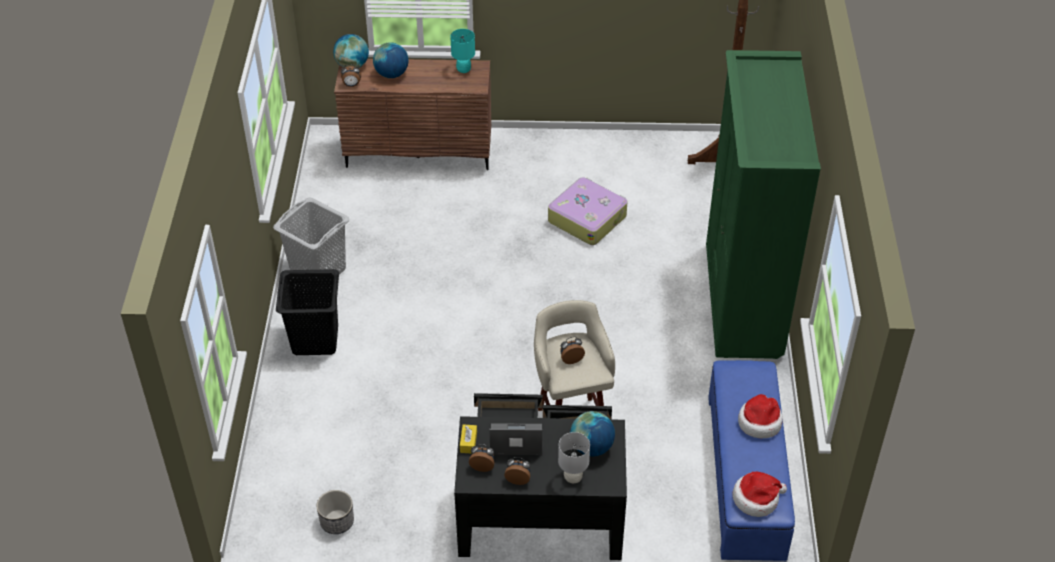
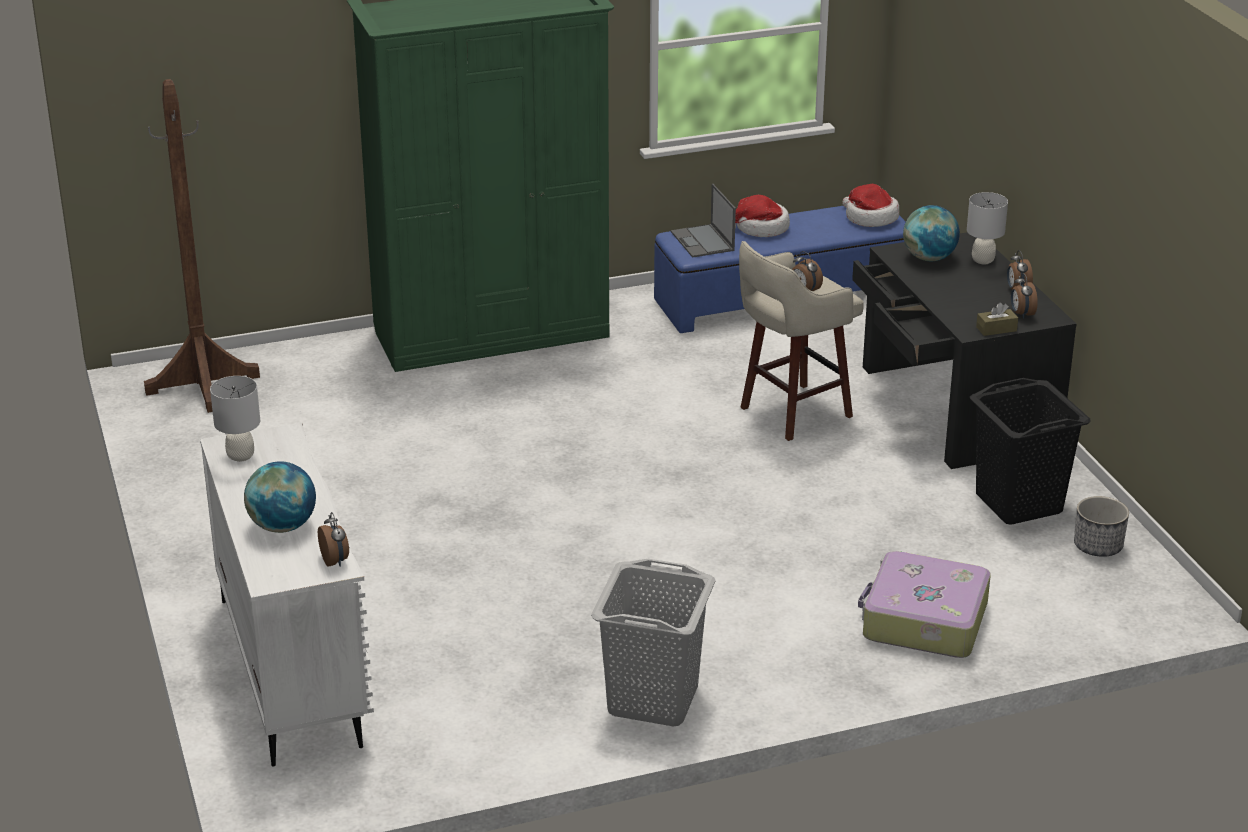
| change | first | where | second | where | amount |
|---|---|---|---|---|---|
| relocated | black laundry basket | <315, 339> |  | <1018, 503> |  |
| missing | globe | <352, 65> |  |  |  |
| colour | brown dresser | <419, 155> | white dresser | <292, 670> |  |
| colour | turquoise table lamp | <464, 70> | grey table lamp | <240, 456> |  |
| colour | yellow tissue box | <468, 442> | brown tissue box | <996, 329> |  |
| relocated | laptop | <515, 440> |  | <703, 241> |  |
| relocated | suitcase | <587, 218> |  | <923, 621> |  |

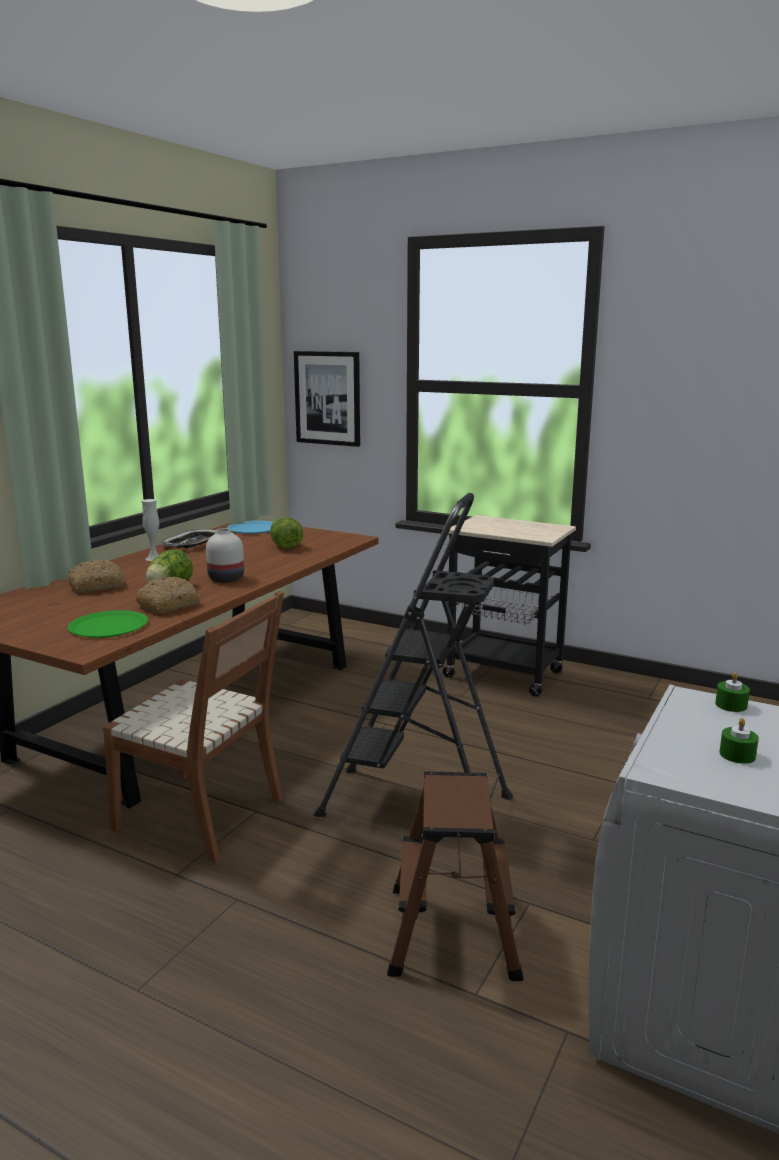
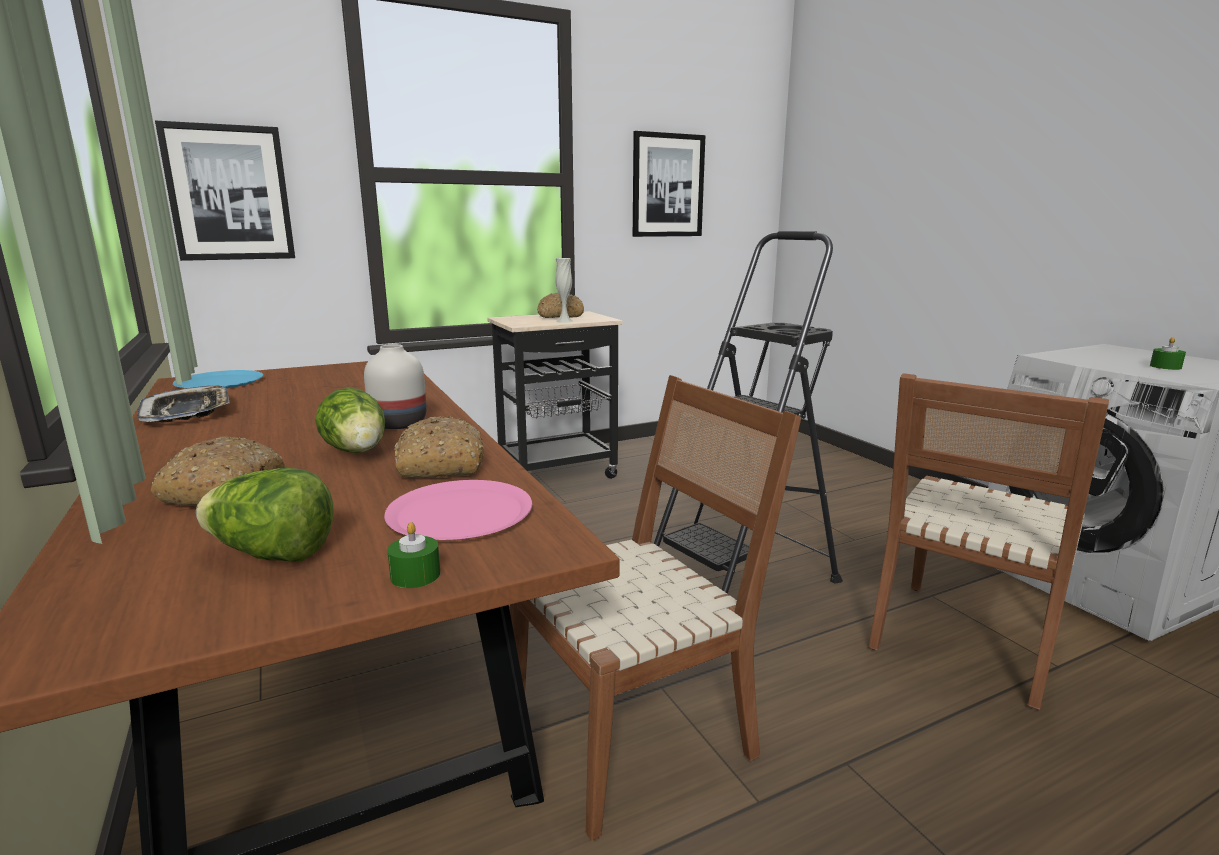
| change | first | where | second | where | amount |
|---|---|---|---|---|---|
| colour | green plate | <108, 626> | pink plate | <460, 512> |  |
| relocated | white vase | <154, 558> |  | <564, 321> |  |
| relocated | lettuce | <284, 546> |  | <272, 554> |  |
| exchanged | brown step ladder | <453, 931> | chair | <961, 644> |  |
| relocated | green candle | <731, 705> |  | <415, 575> |  |
| appeared |  |  | bread | <559, 316> |  |
| appeared |  |  | picture | <667, 185> |  |

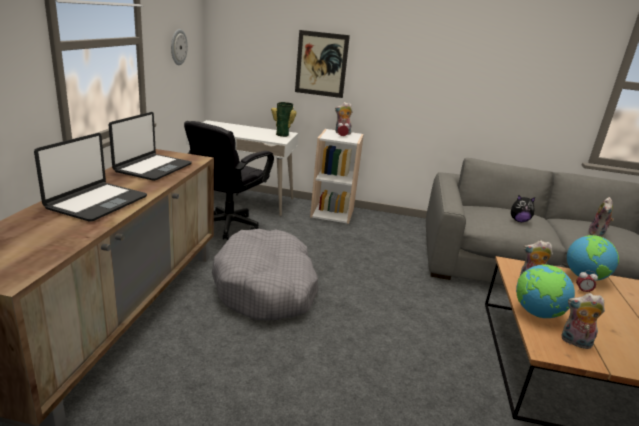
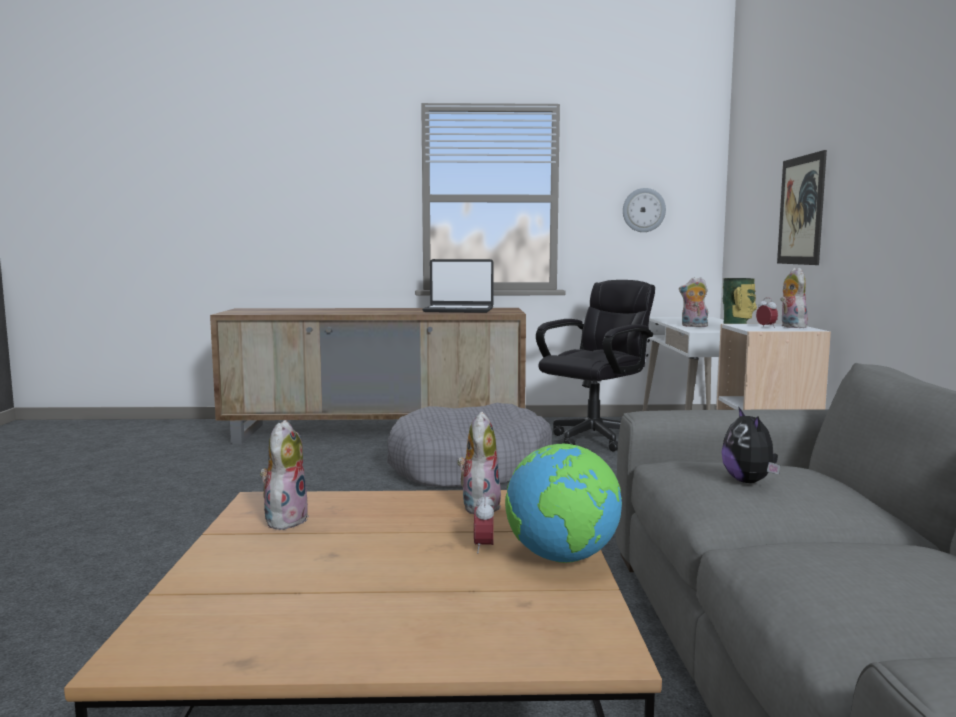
| change | first | where | second | where | amount |
|---|---|---|---|---|---|
| missing | laptop | <96, 202> |  |  |  |
| spun | black office chair | <227, 228> |  | <595, 439> | 120 degrees clockwise |
| missing | globe | <536, 313> |  |  |  |
| relocated | plush toy | <597, 234> |  | <693, 326> |  |

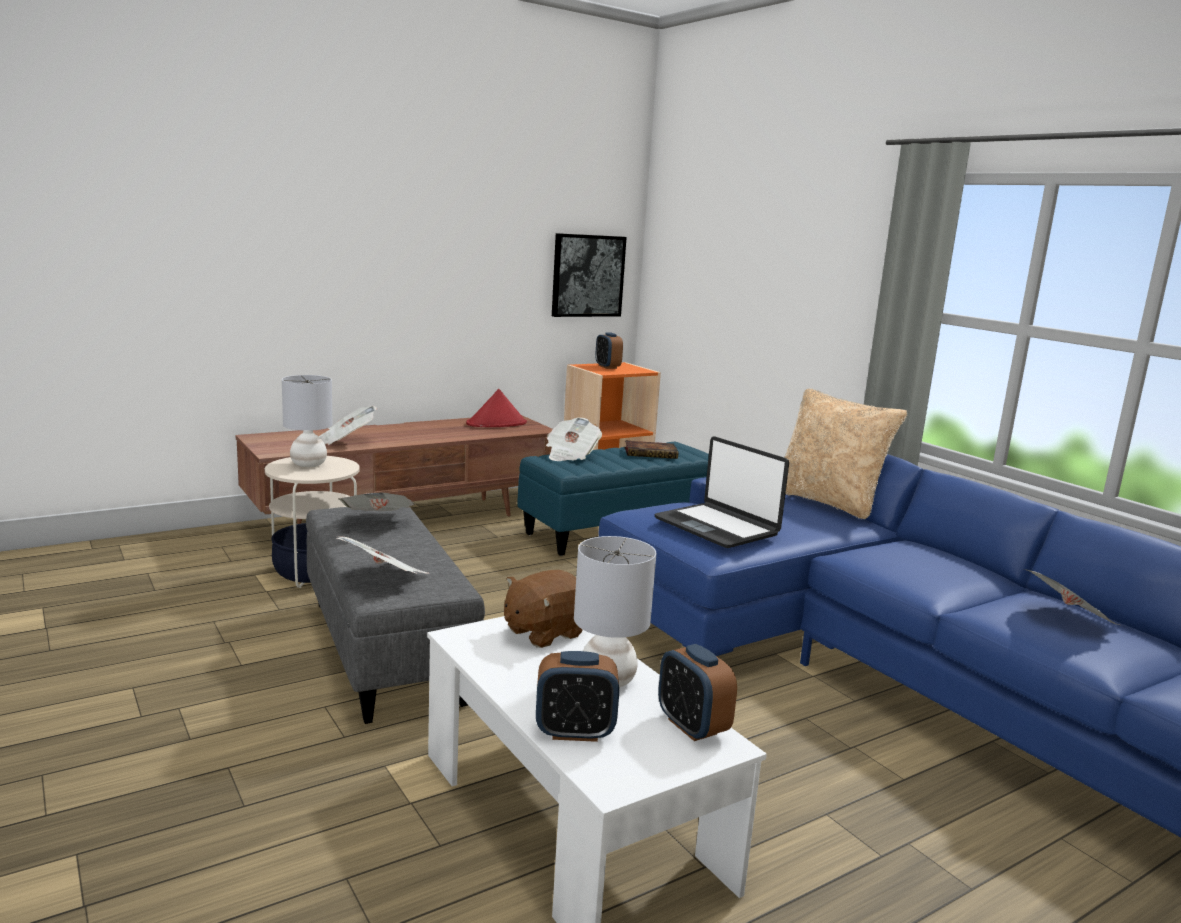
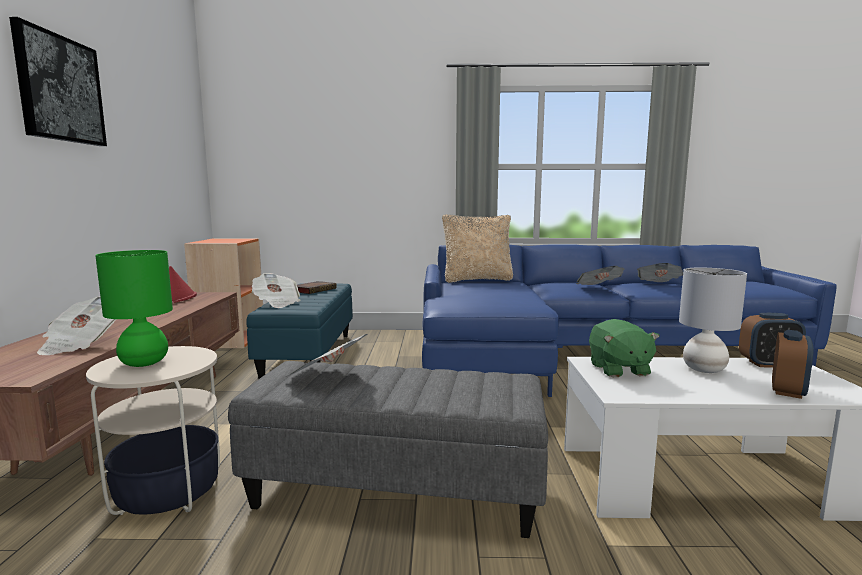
| change | first | where | second | where | amount |
|---|---|---|---|---|---|
| colour | grey table lamp | <308, 465> | green table lamp | <144, 363> |  |
| relocated | newspaper | <383, 578> |  | <598, 288> |  |
| colour | brown plush toy | <544, 632> | green plush toy | <618, 369> |  |
| relocated | picture | <587, 275> |  | <60, 89> |  |
| missing | alarm clock | <607, 367> |  |  |  |
| missing | laptop | <717, 527> |  |  |  |

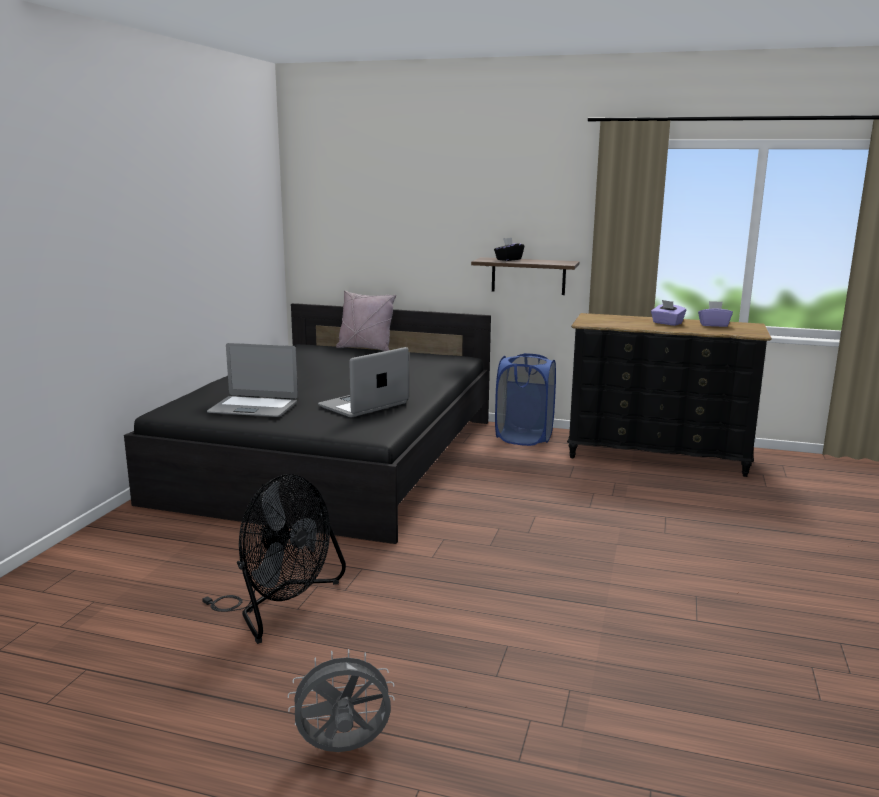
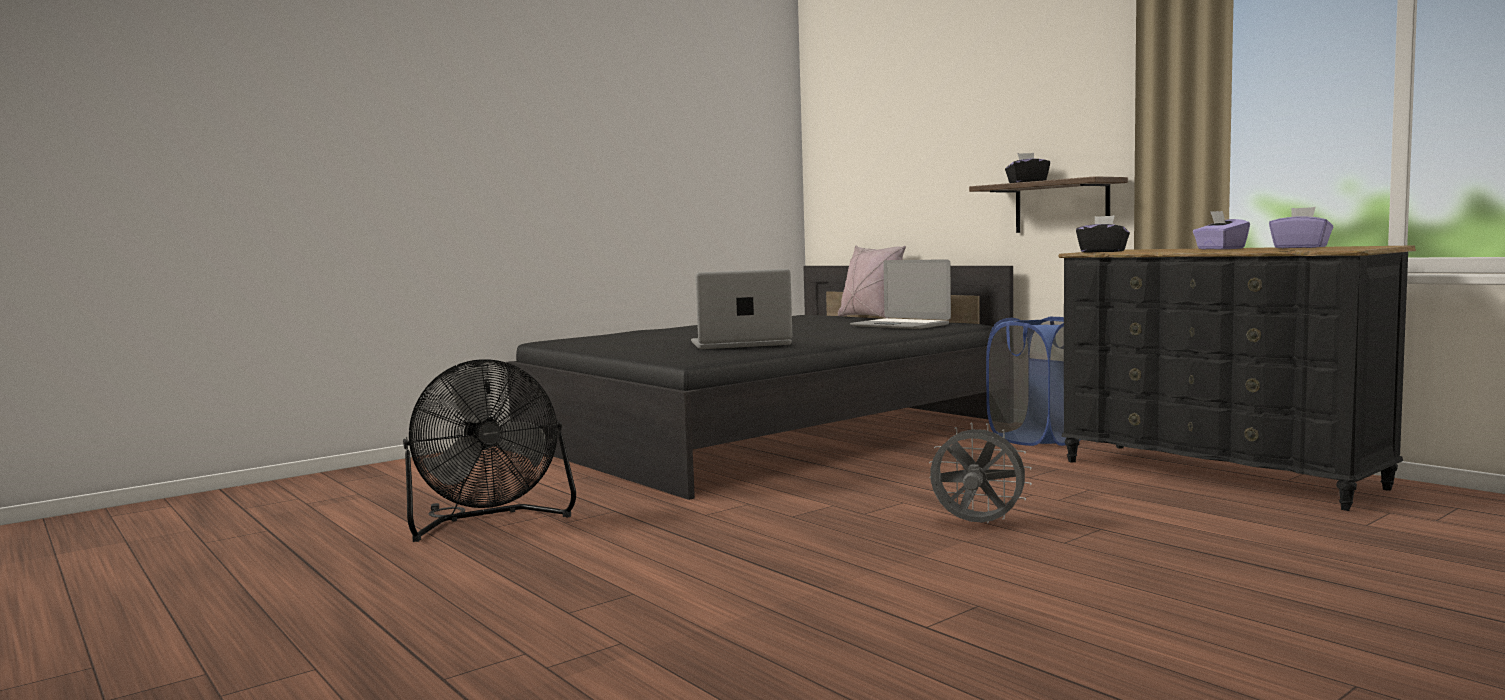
| change | first | where | second | where | amount |
|---|---|---|---|---|---|
| relocated | laptop | <254, 408> |  | <900, 325> |  |
| relocated | grey fan | <343, 750> |  | <977, 525> |  |
| appeared |  |  | black tissue box | <1102, 252> |  |

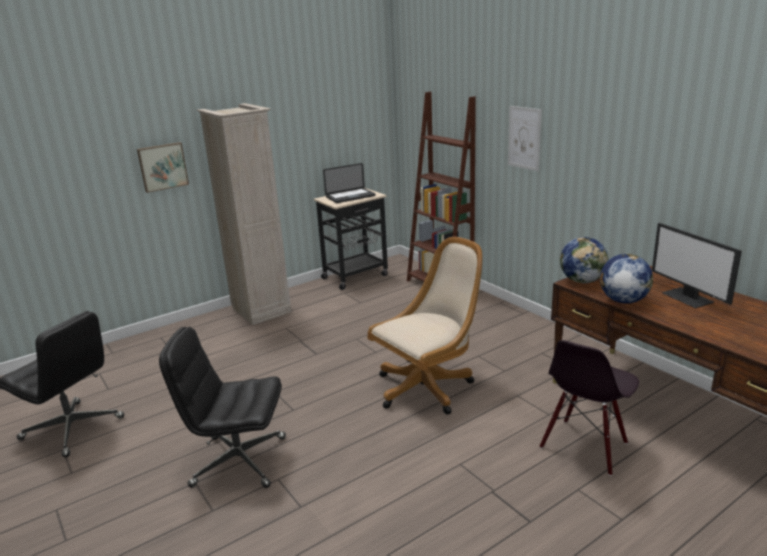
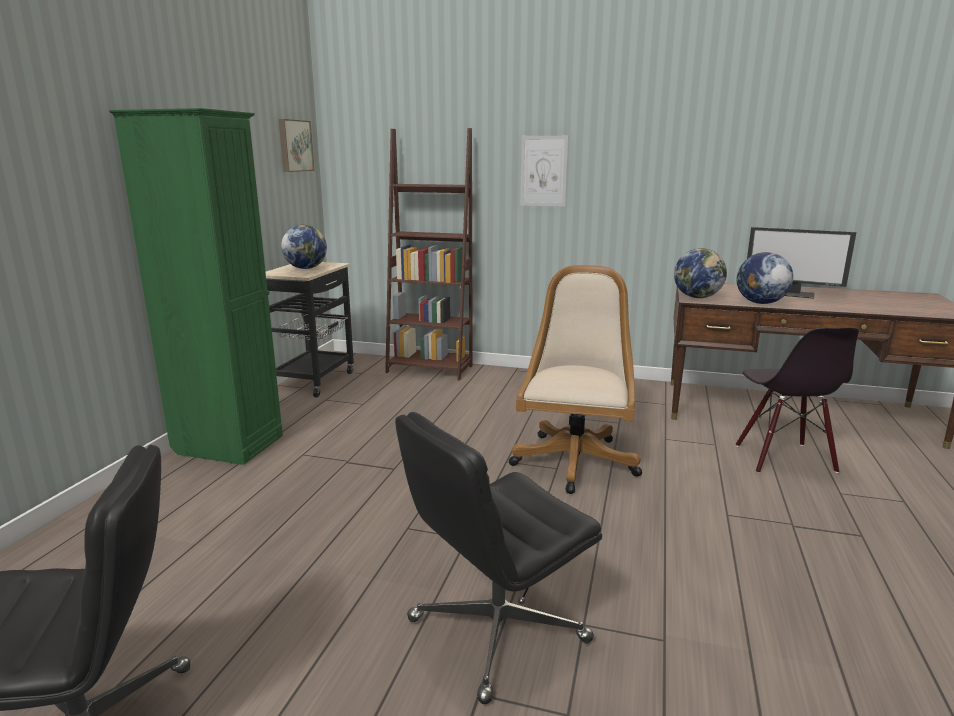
| change | first | where | second | where | amount |
|---|---|---|---|---|---|
| relocated | picture | <162, 166> |  | <294, 146> |  |
| colour | beige cabinet | <262, 310> | green cabinet | <230, 444> |  |
| exchanged | laptop | <350, 196> | globe | <306, 268> |  |

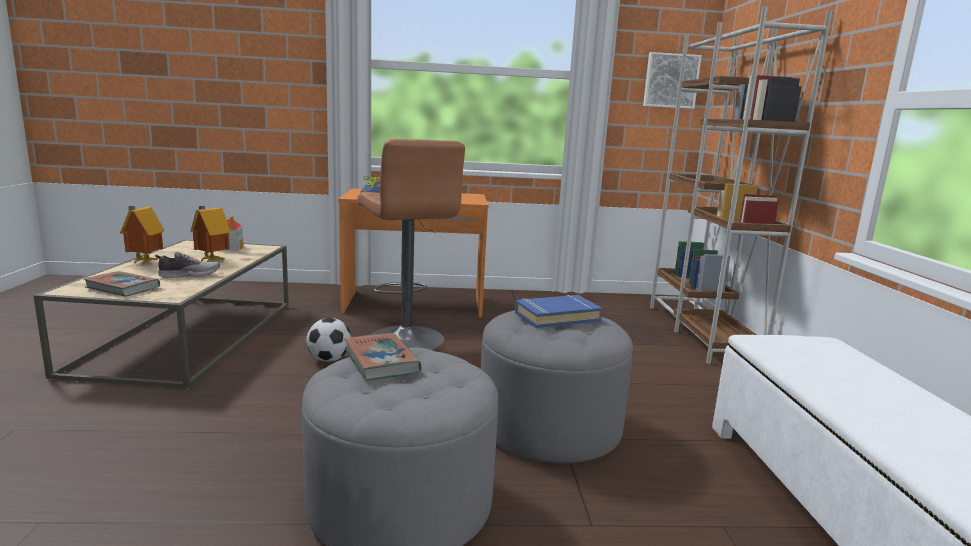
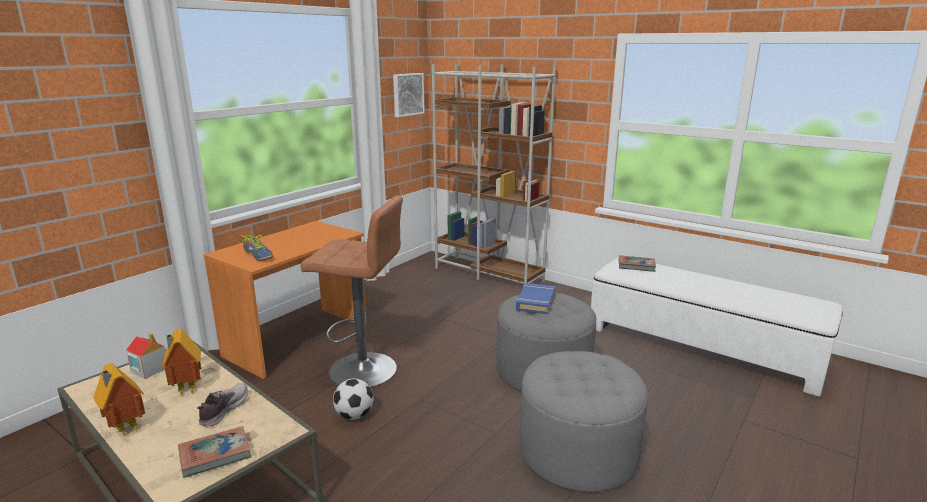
| change | first | where | second | where | amount |
|---|---|---|---|---|---|
| relocated | book | <381, 361> |  | <636, 266> |  |

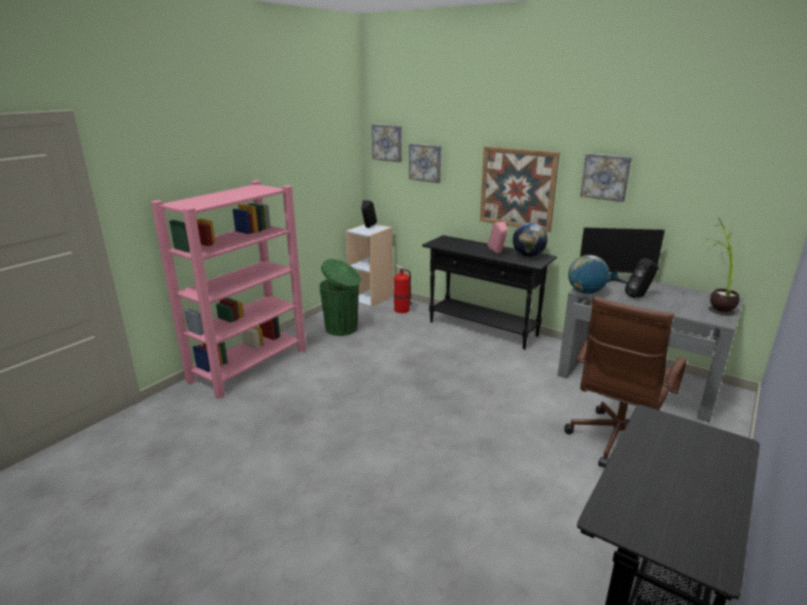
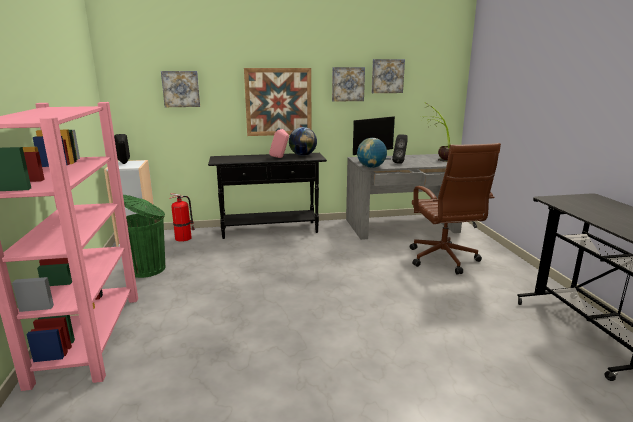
| change | first | where | second | where | amount |
|---|---|---|---|---|---|
| relocated | picture | <387, 142> |  | <387, 76> |  |

